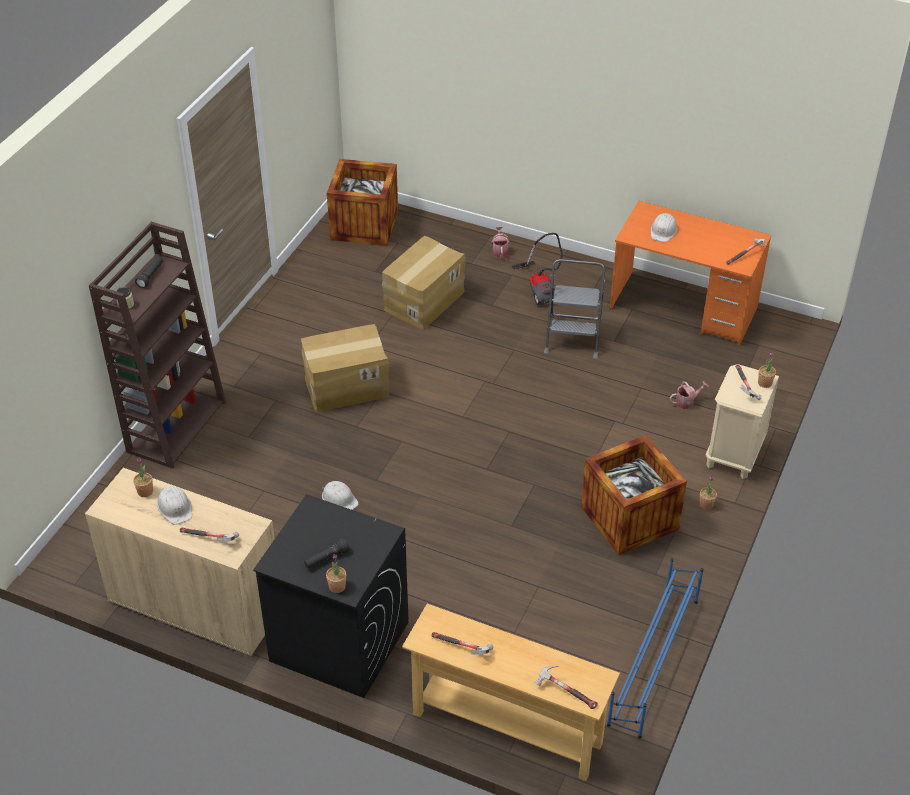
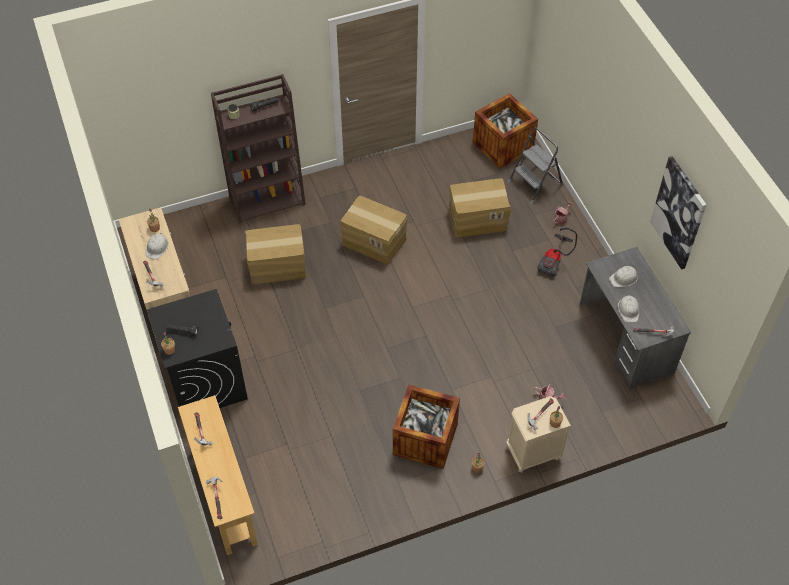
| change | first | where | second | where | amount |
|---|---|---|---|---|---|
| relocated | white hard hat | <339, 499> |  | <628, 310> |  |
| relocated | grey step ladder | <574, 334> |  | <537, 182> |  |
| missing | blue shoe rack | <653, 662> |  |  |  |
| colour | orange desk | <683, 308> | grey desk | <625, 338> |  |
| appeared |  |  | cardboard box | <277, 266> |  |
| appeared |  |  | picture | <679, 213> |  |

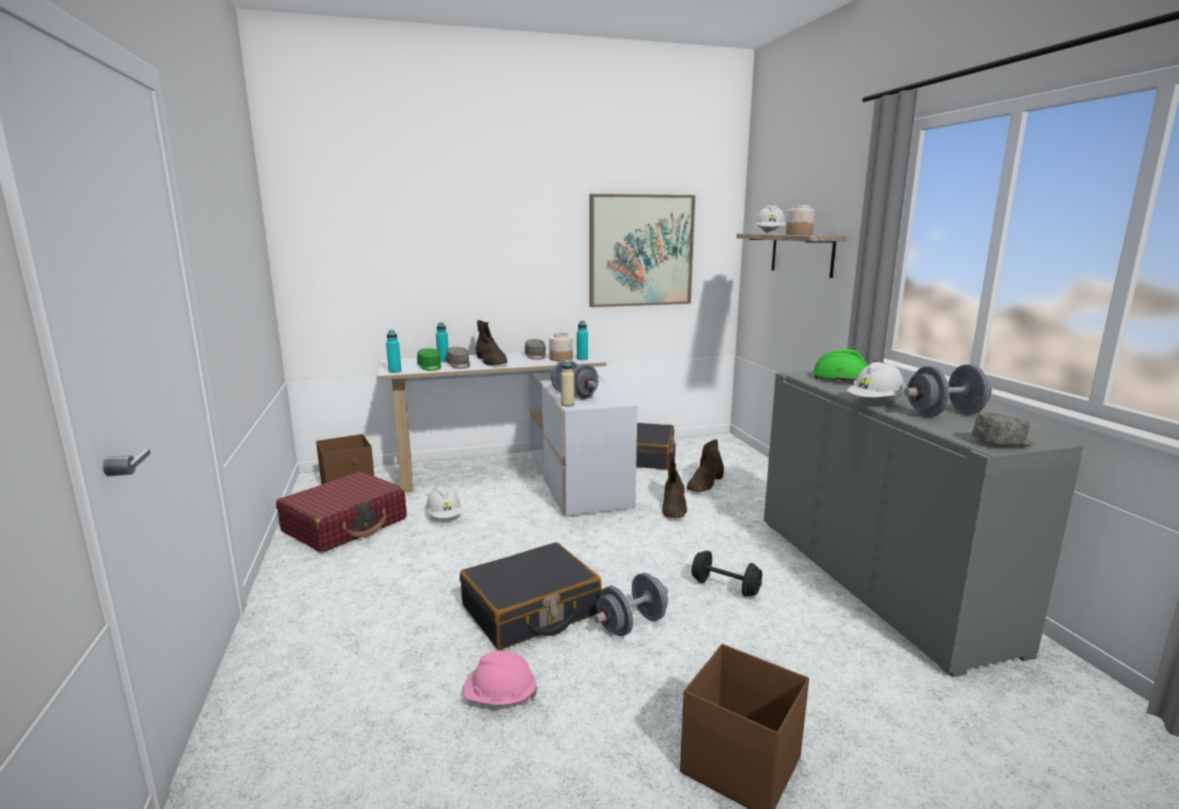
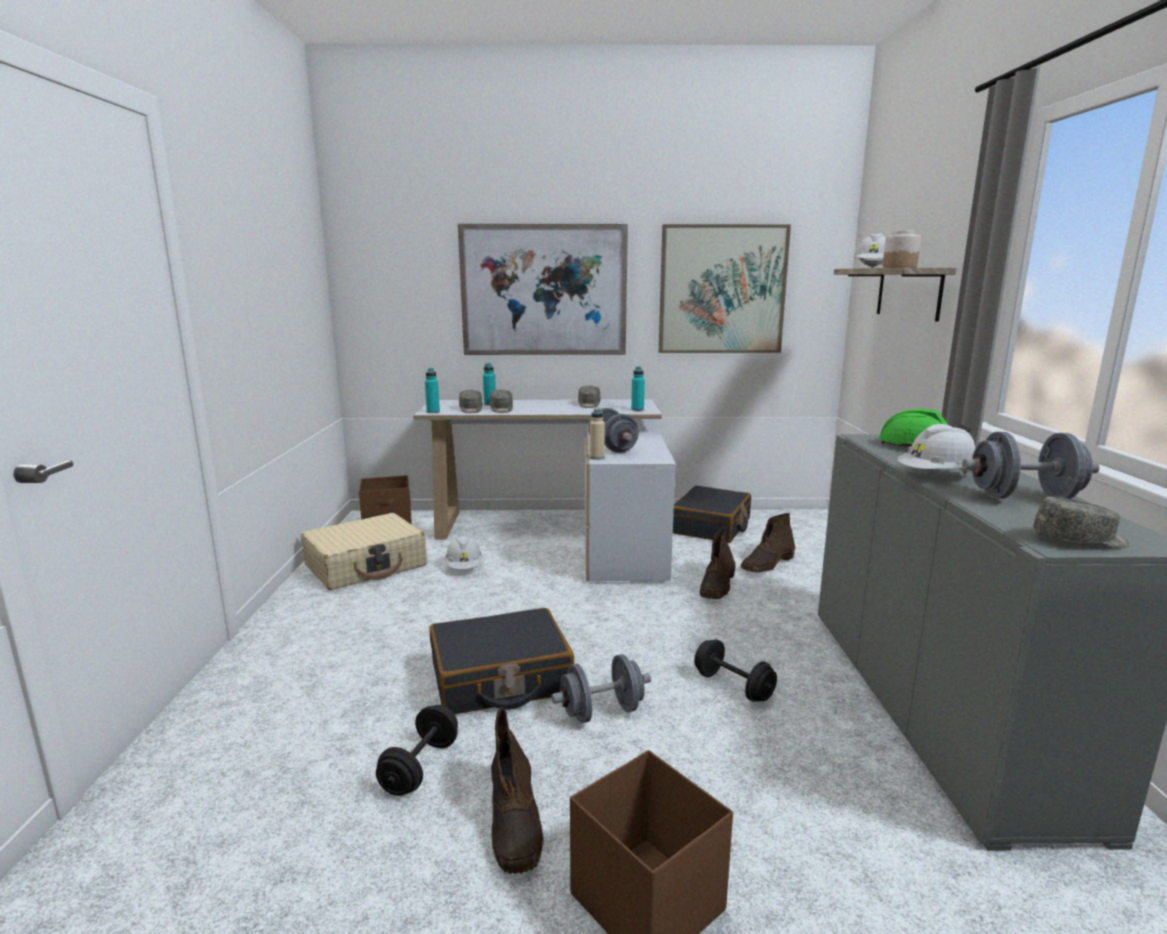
| change | first | where | second | where | amount |
|---|---|---|---|---|---|
| colour | red suitcase | <345, 525> | beige suitcase | <366, 565> |  |
| colour | green cap | <430, 367> | grey cap | <471, 409> |  |
| exchanged | pink hard hat | <500, 697> | black dumbbell | <420, 767> |  |
| relocated | brown boot | <491, 361> |  | <515, 822> |  |
| missing | jar | <561, 359> |  |  |  |
| appeared |  |  | picture | <544, 290> |  |

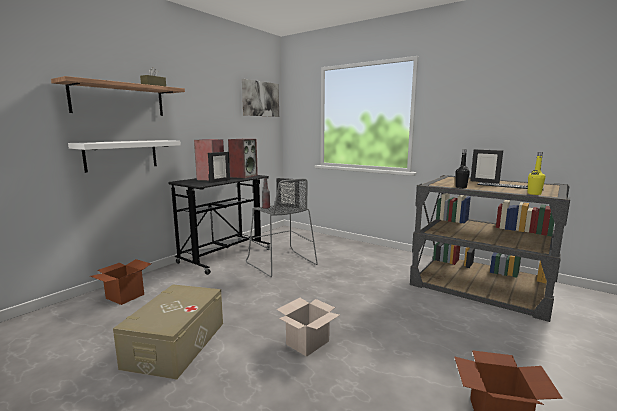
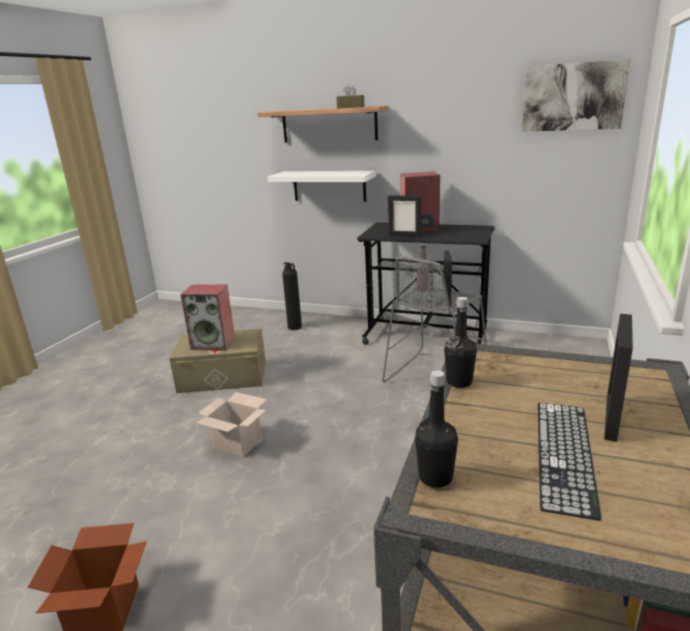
| change | first | where | second | where | amount |
|---|---|---|---|---|---|
| exchanged | cardboard box | <125, 296> | fire extinguisher | <295, 327> |  |
| relocated | speaker | <243, 176> |  | <214, 343> |  |
| colour | yellow bottle | <534, 194> | black bottle | <435, 477> |  |

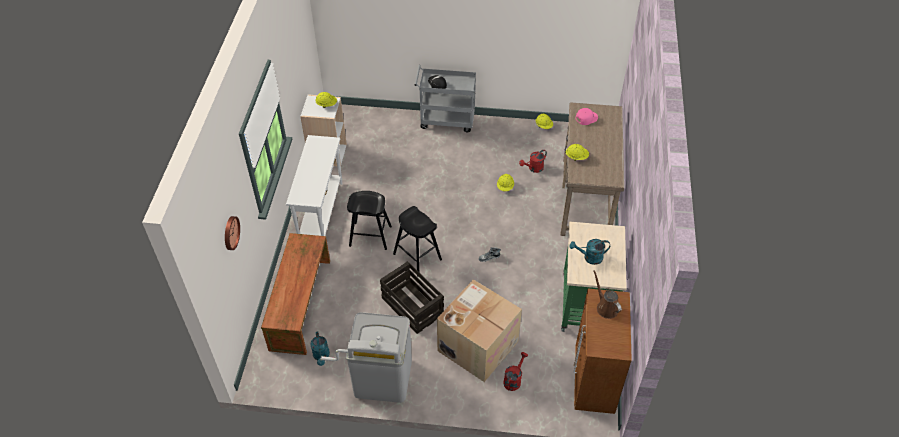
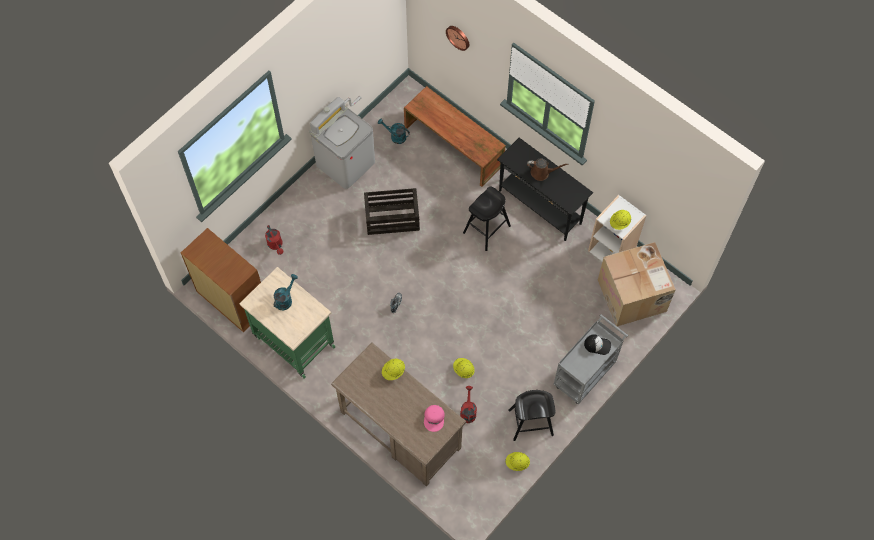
| change | first | where | second | where | amount |
|---|---|---|---|---|---|
| colour | white console table | <321, 213> | black console table | <541, 207> |  |
| relocated | black stool | <417, 257> |  | <530, 422> |  |
| relocated | cardboard box | <477, 345> |  | <633, 296> |  |
| relocated | brown watering can | <606, 307> |  | <542, 172> |  |

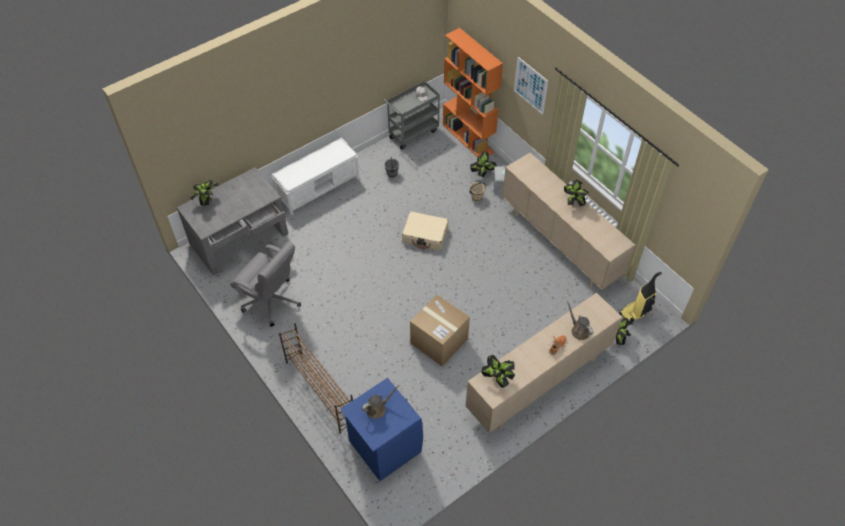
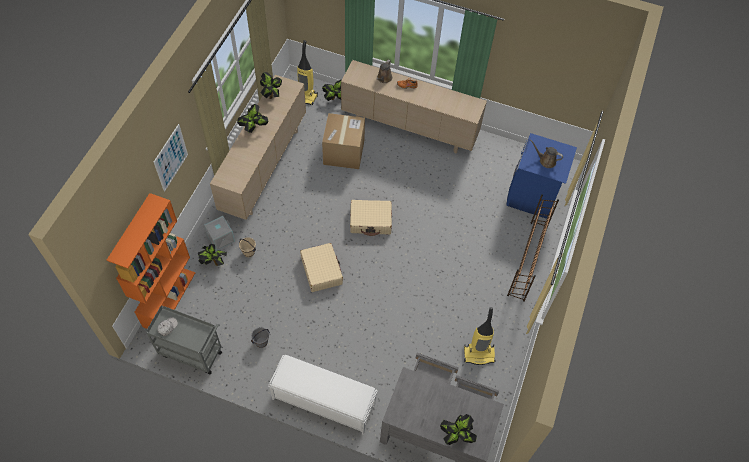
| change | first | where | second | where | amount |
|---|---|---|---|---|---|
| exchanged | grey office chair | <271, 300> | vacuum cleaner | <479, 354> |  |
| relocated | cardboard box | <439, 341> |  | <344, 152> |  |
| relocated | potted plant | <497, 378> |  | <272, 95> |  |
| appeared |  |  | beige suitcase | <371, 221> |  |

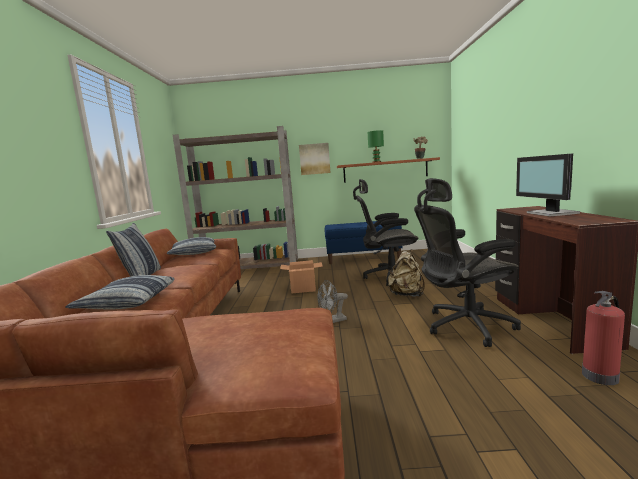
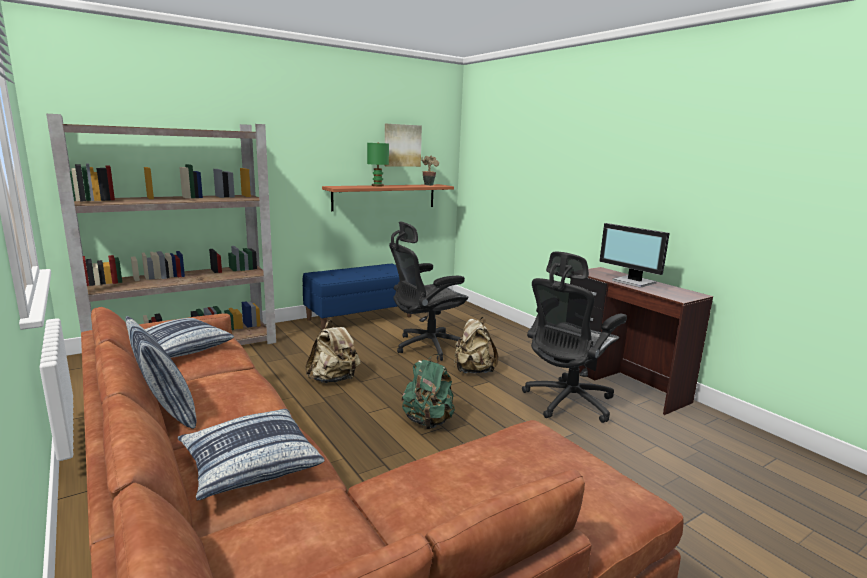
| change | first | where | second | where | amount |
|---|---|---|---|---|---|
| exchanged | cardboard box | <303, 289> | beige backpack | <334, 379> |  |
| relocated | picture | <314, 159> |  | <402, 145> |  |
| exchanged | grey fan | <333, 321> | green backpack | <428, 422> |  |
| missing | fire extinguisher | <601, 375> |  |  |  |

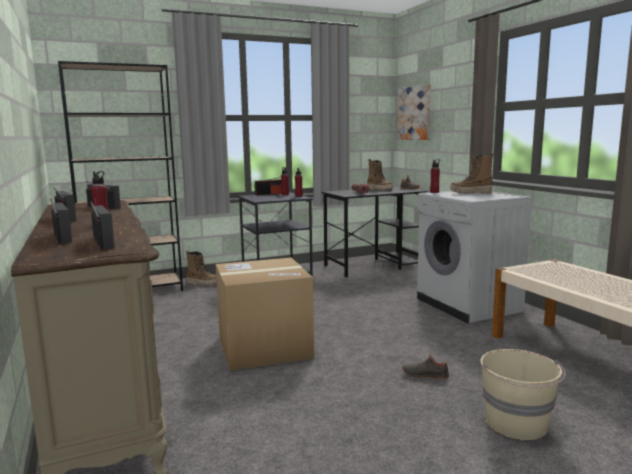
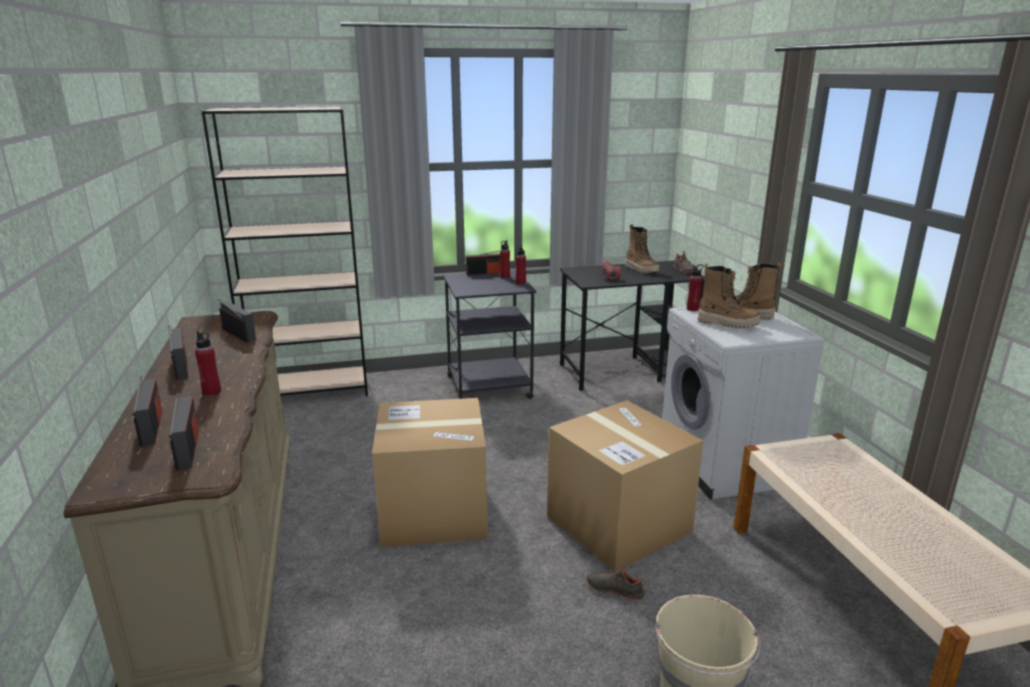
| change | first | where | second | where | amount |
|---|---|---|---|---|---|
| relocated | boot | <203, 284> |  | <727, 323> |  |
| missing | picture | <414, 113> |  |  |  |
| appeared |  |  | cardboard box | <618, 523> |  |

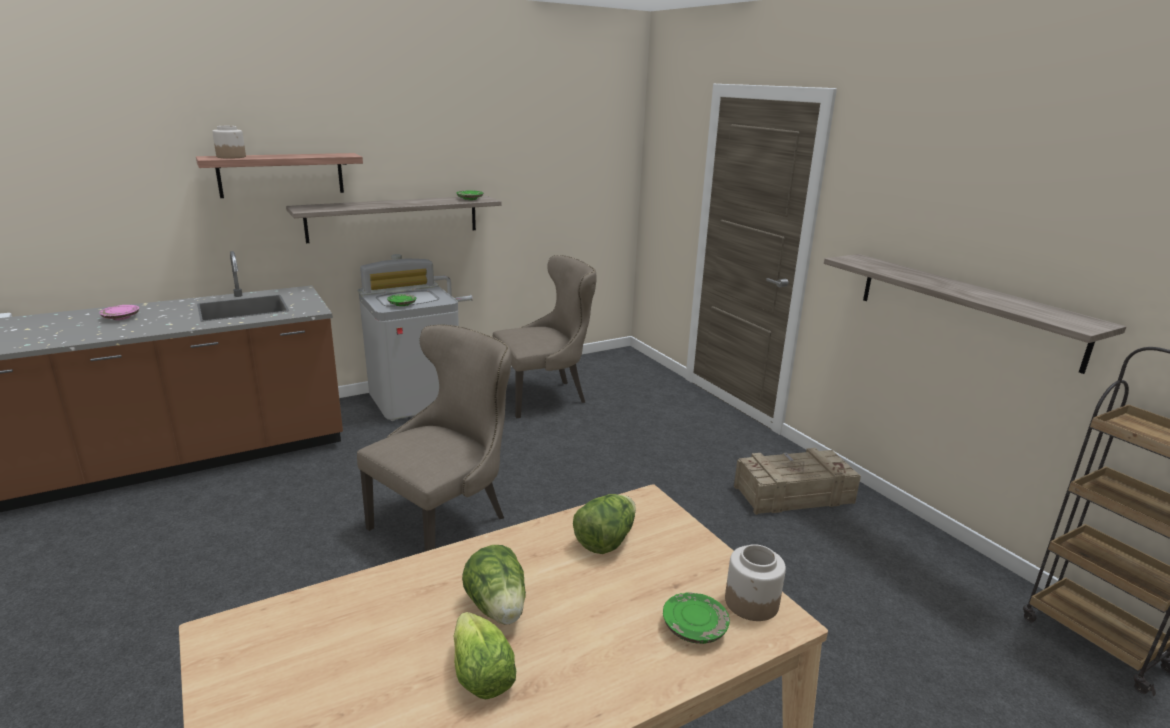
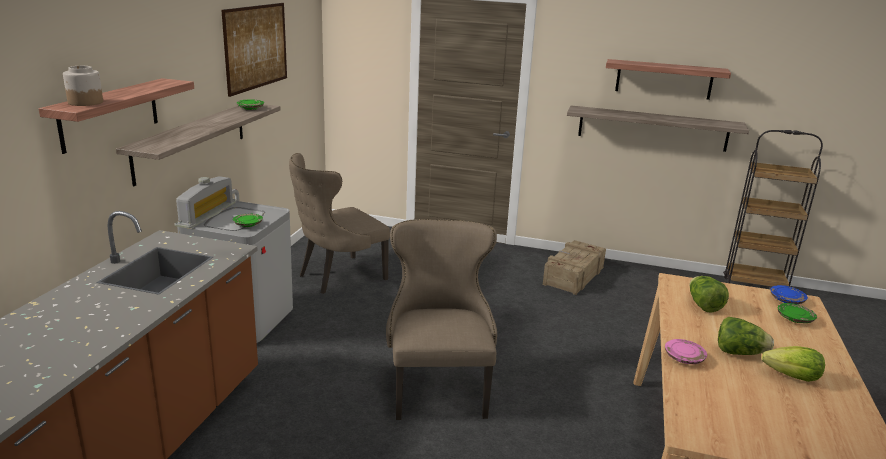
| change | first | where | second | where | amount |
|---|---|---|---|---|---|
| relocated | pink plate | <121, 317> |  | <684, 358> |  |
| spun | beige chair | <544, 397> |  | <338, 276> | 150 degrees counterclockwise |
| exchanged | jar | <752, 602> | blue plate | <787, 300> |  |
| appeared |  |  | picture | <256, 47> |  |
| appeared |  |  | shelf | <664, 79> |  |

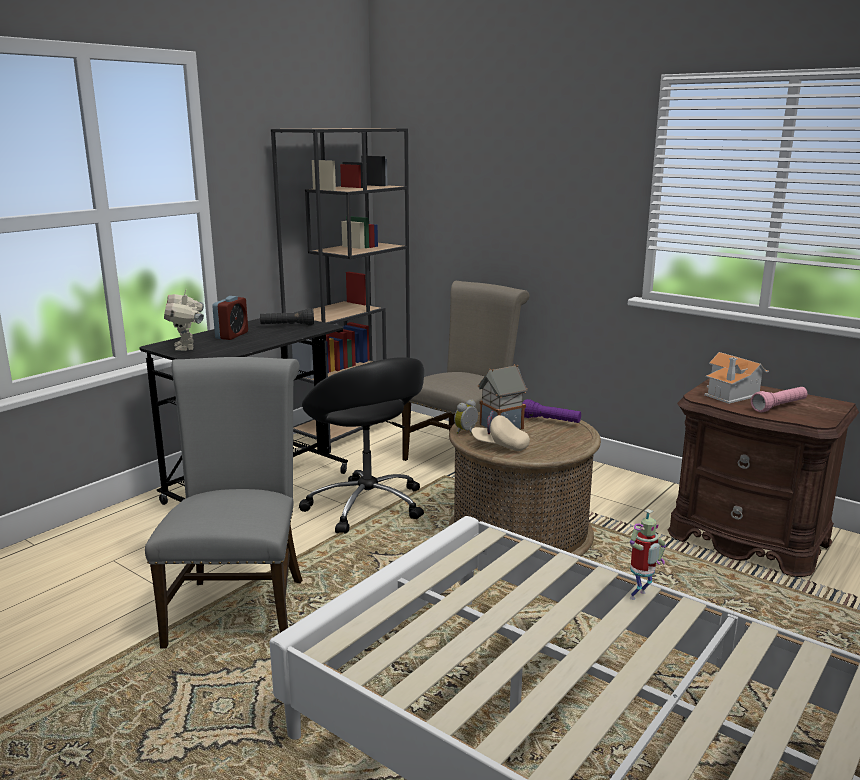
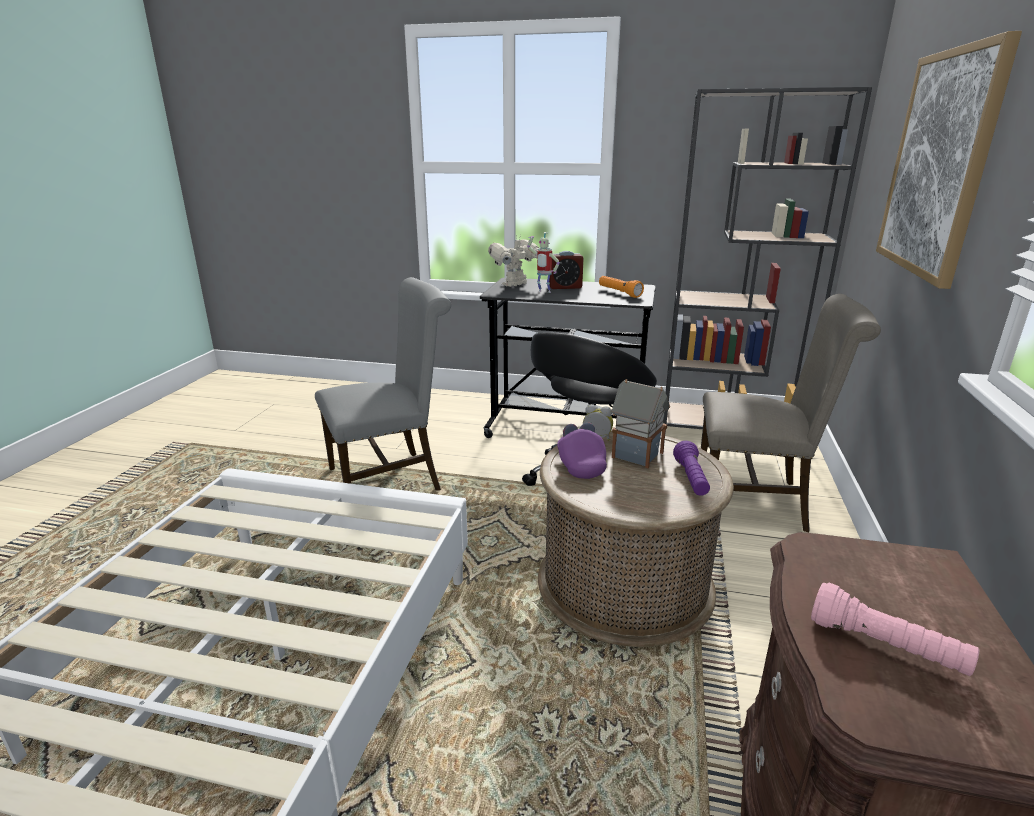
| change | first | where | second | where | amount |
|---|---|---|---|---|---|
| colour | black flashlight | <287, 326> | orange flashlight | <619, 293> |  |
| colour | beige cap | <500, 446> | purple cap | <580, 464> |  |
| relocated | toy robot | <640, 597> |  | <543, 292> |  |
| missing | toy house | <731, 393> |  |  |  |
| appeared |  |  | picture | <939, 164> |  |

